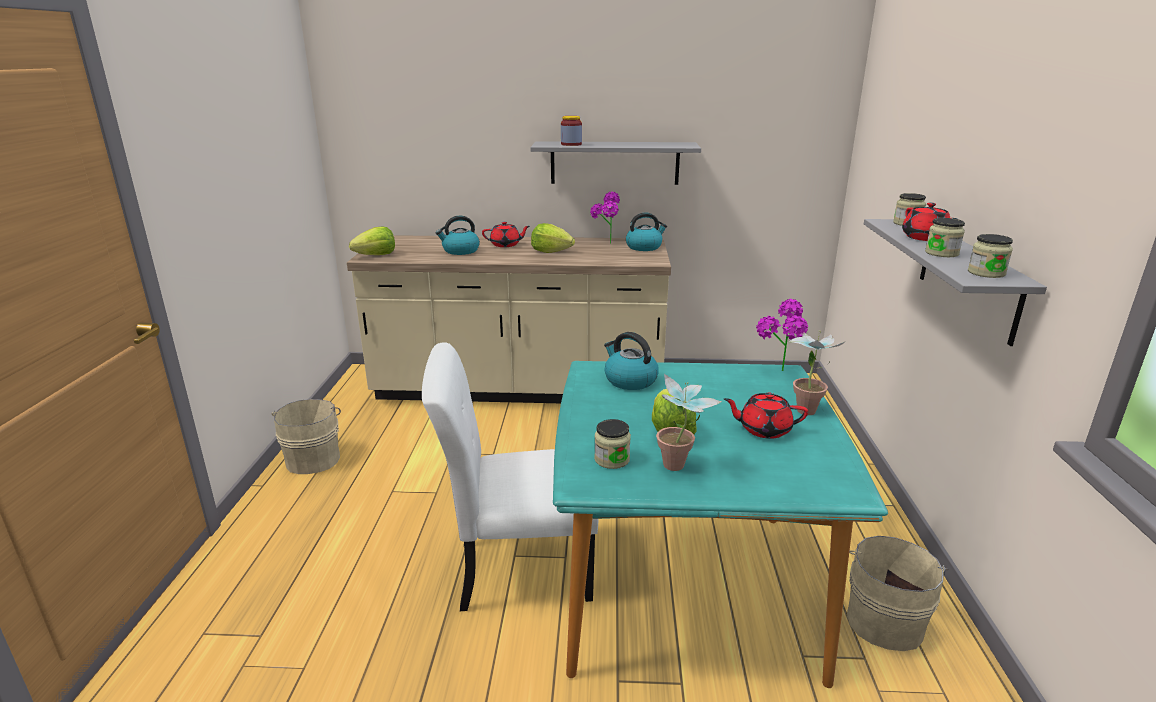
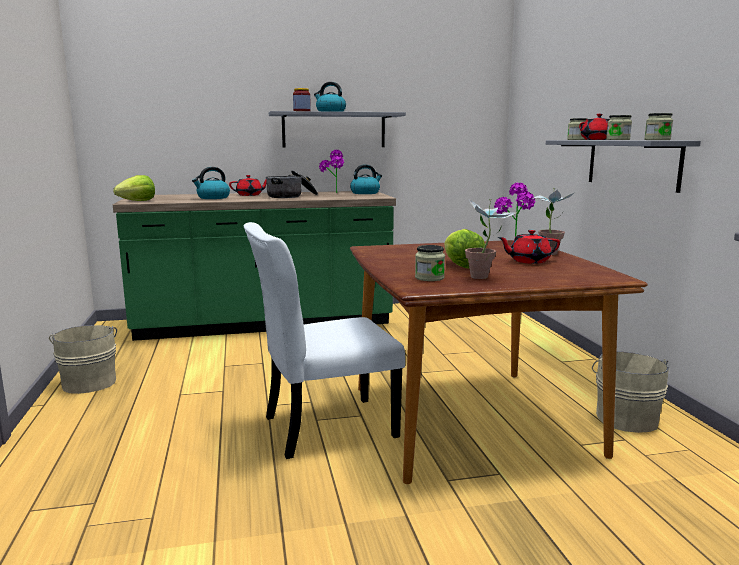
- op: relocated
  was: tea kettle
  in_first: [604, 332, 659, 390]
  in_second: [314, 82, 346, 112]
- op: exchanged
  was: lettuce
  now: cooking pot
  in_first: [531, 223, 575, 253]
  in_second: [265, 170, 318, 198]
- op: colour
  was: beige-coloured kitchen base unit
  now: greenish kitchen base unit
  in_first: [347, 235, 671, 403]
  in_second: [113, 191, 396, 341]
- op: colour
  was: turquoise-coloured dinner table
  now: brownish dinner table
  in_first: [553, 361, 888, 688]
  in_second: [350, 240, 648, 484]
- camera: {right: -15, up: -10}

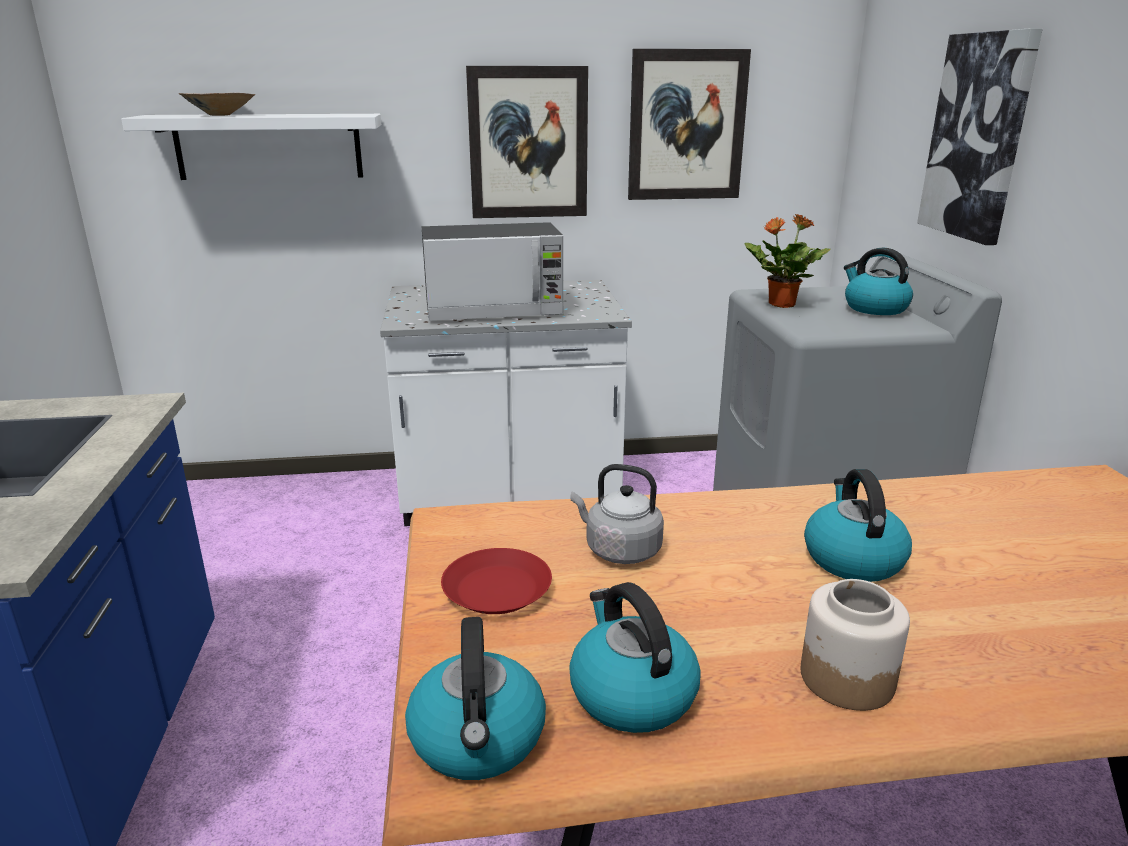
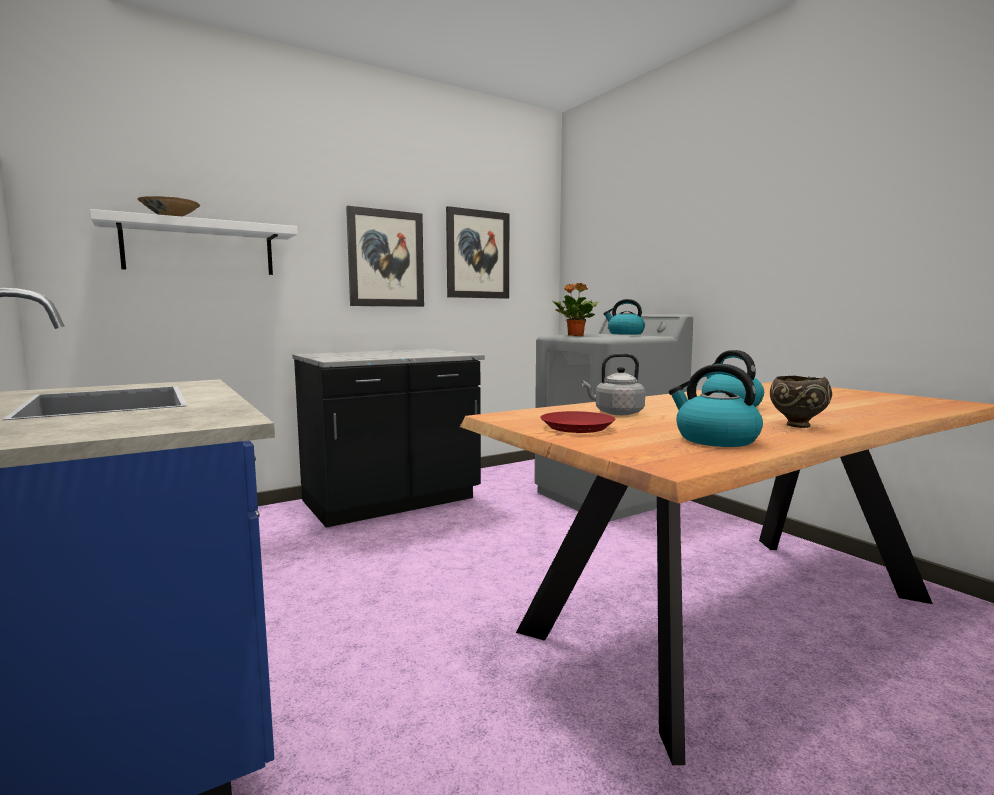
- op: missing
  was: tea kettle
  in_first: [405, 617, 546, 780]
- op: missing
  was: microwave oven
  in_first: [421, 222, 564, 321]
- op: missing
  was: picture
  in_first: [917, 28, 1043, 245]
- op: exchanged
  was: jar
  now: brownish deep dish
  in_first: [801, 579, 910, 711]
  in_second: [770, 376, 832, 428]
- op: colour
  was: whitish kitchen base unit
  now: black-coloured kitchen base unit
  in_first: [380, 280, 632, 526]
  in_second: [292, 349, 485, 528]
- camera: {right: -25, up: -15}

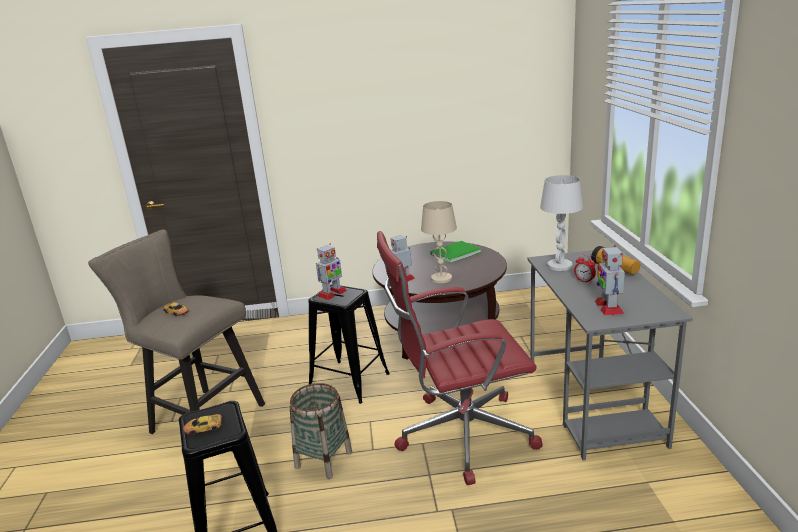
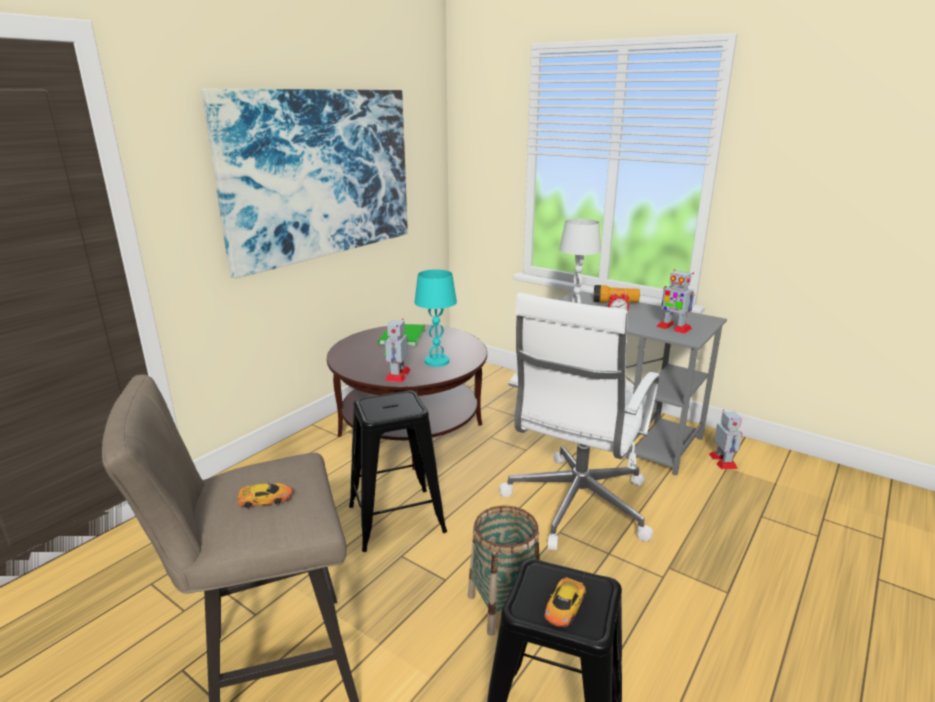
- op: appeared
  now: picture
  in_second: [201, 89, 408, 278]
- op: relocated
  was: model robot
  in_first: [316, 244, 347, 300]
  in_second: [709, 409, 742, 469]
- op: colour
  was: red-coloured desk chair
  now: whitish desk chair
  in_first: [377, 231, 543, 485]
  in_second: [499, 293, 659, 550]
- op: colour
  was: beige-coloured table lamp
  now: turquoise-coloured table lamp
  in_first: [421, 201, 457, 283]
  in_second: [415, 270, 457, 367]
- camera: {right: -50, up: 0}

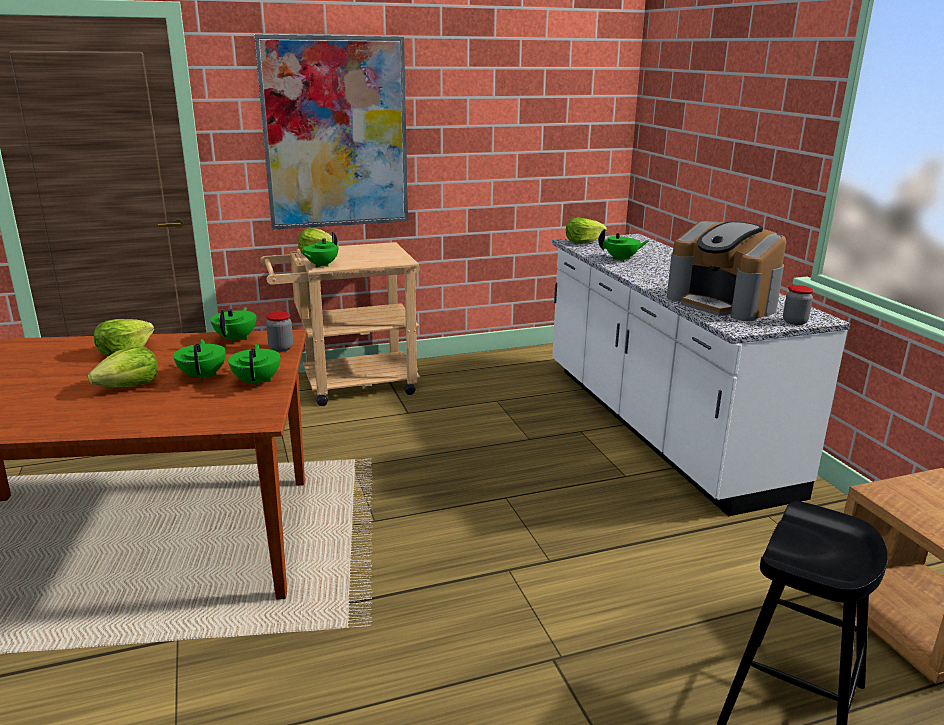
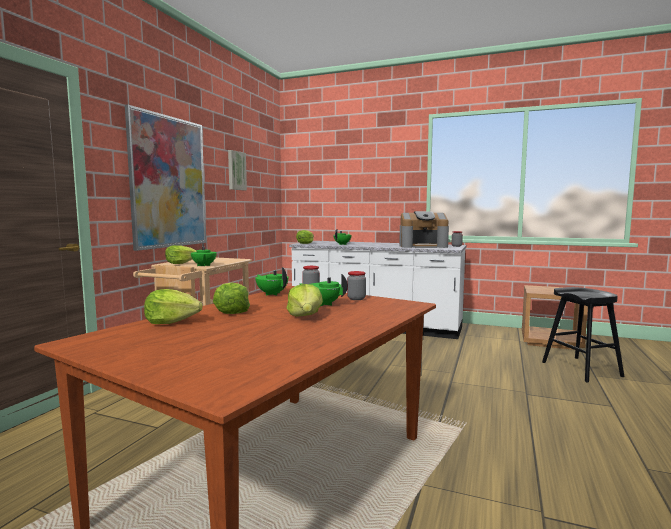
- op: appeared
  now: lettuce
  in_second: [144, 289, 203, 324]
- op: appeared
  now: picture
  in_second: [228, 150, 247, 190]
- op: exchanged
  was: greenish tea pot
  now: jar
  in_first: [228, 344, 280, 387]
  in_second: [347, 271, 366, 300]
- camera: {right: -50, up: -15}

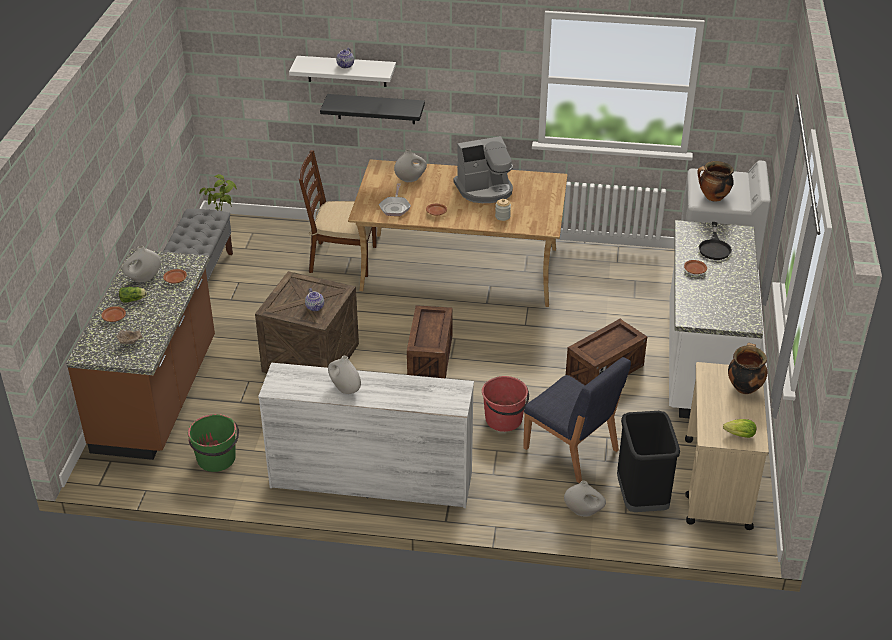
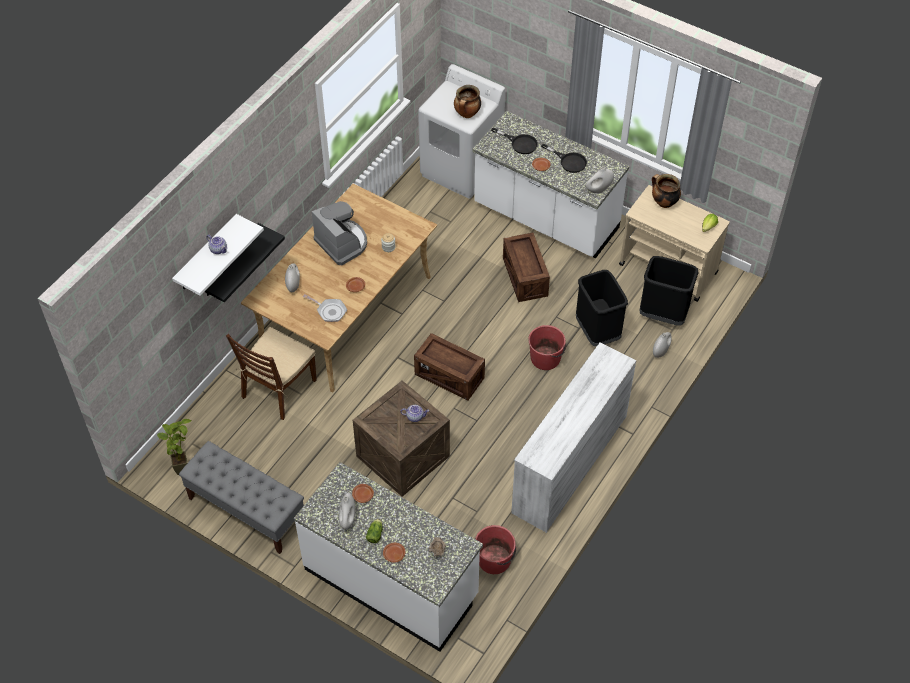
- op: appeared
  now: black-coloured pan
  in_second: [541, 143, 587, 173]
- op: relocated
  was: whitish vase
  in_first: [328, 356, 361, 394]
  in_second: [585, 167, 614, 194]
- op: exchanged
  was: blue-coloured upright chair
  now: black-coloured waste bin
  in_first: [523, 357, 631, 483]
  in_second: [576, 270, 628, 347]
- op: colour
  was: brownish kitchen base unit
  now: whitish kitchen base unit
  in_first: [66, 249, 215, 460]
  in_second: [294, 462, 483, 652]
- op: colour
  was: greenish pail
  now: red-coloured pail
  in_first: [188, 414, 239, 472]
  in_second: [475, 525, 516, 574]
- op: spun
  was: coffee brewer
  in_first: [454, 136, 513, 203]
  in_second: [312, 201, 367, 265]
  clockwise: -45
- camera: {right: -65, up: 15}

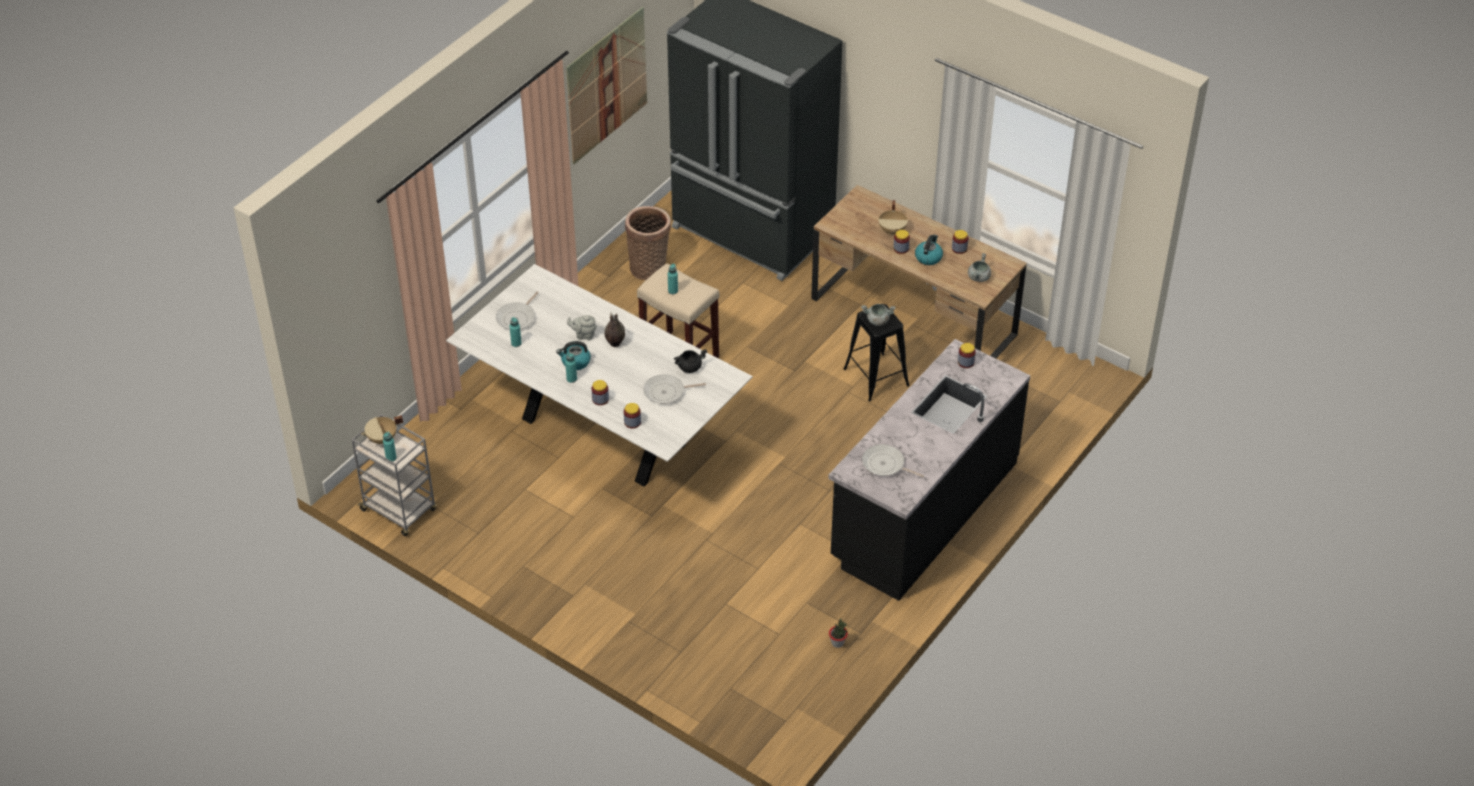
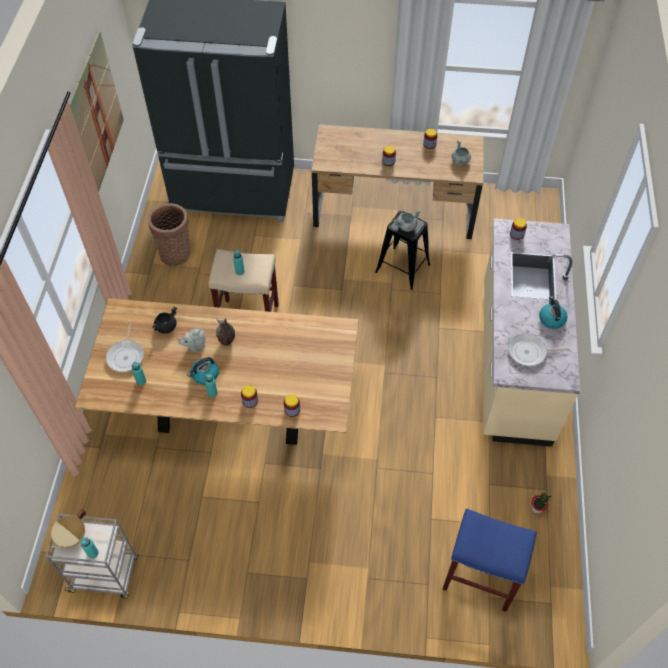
- op: missing
  was: pan
  in_first: [644, 374, 706, 404]
- op: missing
  was: beige-coloured cooking pot
  in_first: [878, 200, 908, 235]
- op: appeared
  now: blue-coloured stool
  in_second: [442, 509, 537, 612]
- op: relocated
  was: black-coloured cooking pot
  in_first: [673, 349, 707, 373]
  in_second: [152, 306, 177, 334]
- op: relocated
  was: tea kettle
  in_first: [915, 235, 943, 265]
  in_second: [539, 296, 567, 329]
- op: colour
  was: whitish dinner table
  now: brownish dinner table
  in_first: [446, 264, 753, 486]
  in_second: [75, 298, 359, 445]
- op: colour
  was: black-coloured kitchen base unit
  now: beige-coloured kitchen base unit
  in_first: [828, 339, 1030, 601]
  in_second: [483, 218, 580, 447]
- camera: {right: -30, up: 10}

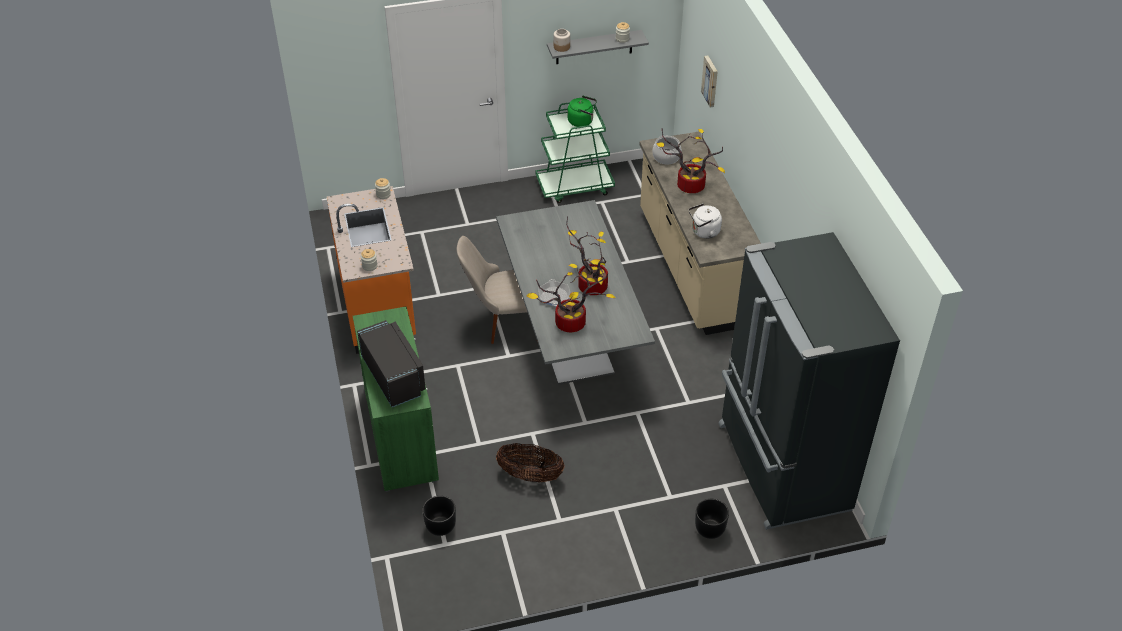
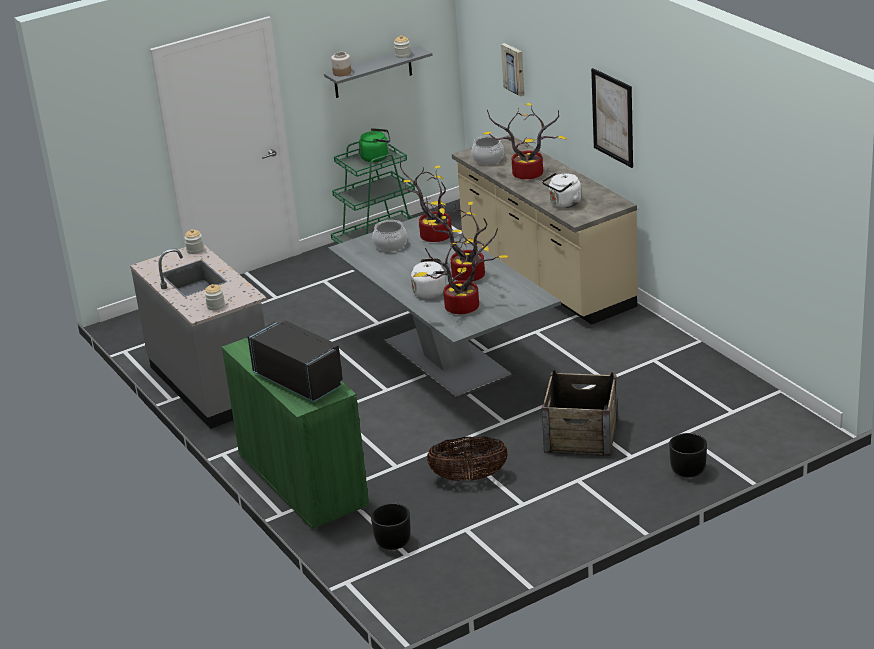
- op: missing
  was: beige-coloured upright chair
  in_first: [457, 236, 538, 344]
- op: missing
  was: black-coloured fridge
  in_first: [719, 232, 900, 530]
- op: appeared
  now: cooking pot
  in_second: [373, 220, 407, 252]
- op: appeared
  now: houseplant
  in_second: [400, 157, 452, 242]
- op: appeared
  now: crate
  in_second: [542, 370, 618, 456]
- op: appeared
  now: picture
  in_second: [591, 68, 633, 168]
- op: exchanged
  was: pan
  now: whitish tea kettle
  in_first: [538, 279, 570, 307]
  in_second: [411, 258, 451, 299]
- op: colour
  was: orange kitchen base unit
  now: gray kitchen base unit
  in_first: [327, 186, 416, 354]
  in_second: [130, 244, 267, 429]
- camera: {right: -15, up: -15}

